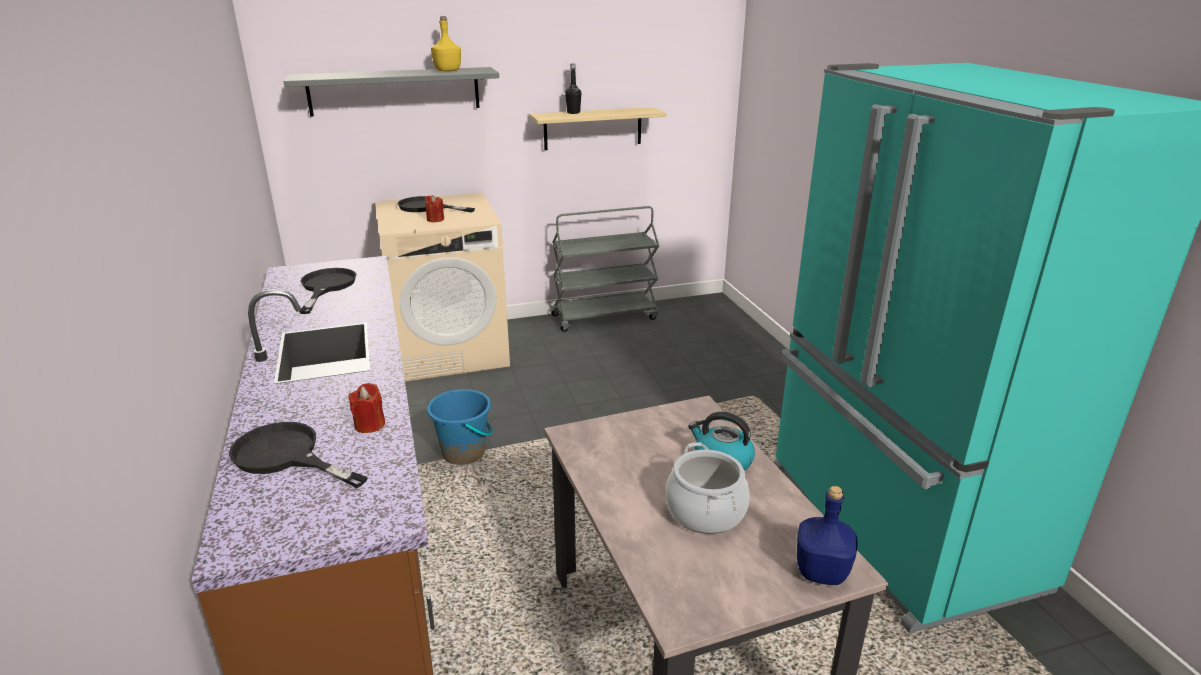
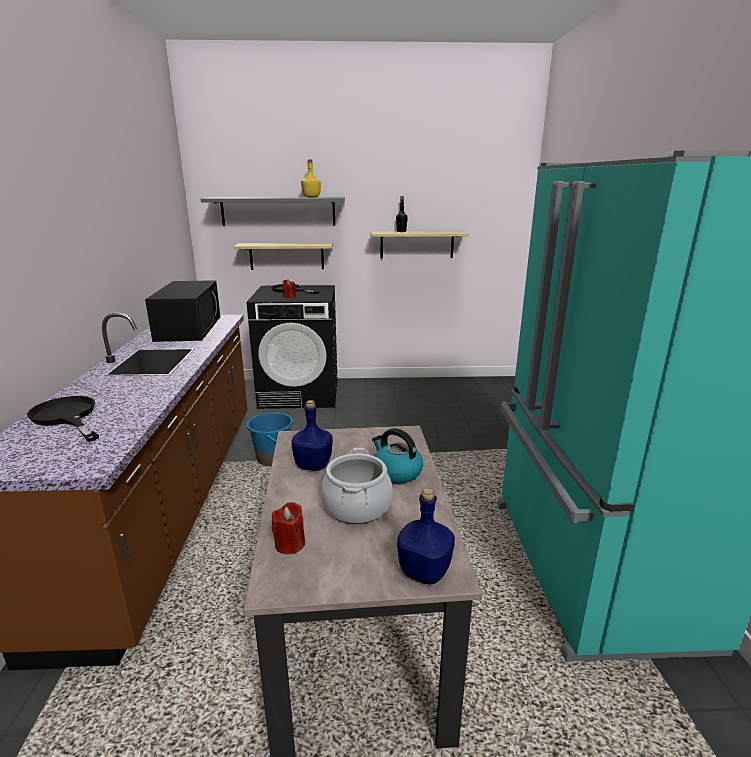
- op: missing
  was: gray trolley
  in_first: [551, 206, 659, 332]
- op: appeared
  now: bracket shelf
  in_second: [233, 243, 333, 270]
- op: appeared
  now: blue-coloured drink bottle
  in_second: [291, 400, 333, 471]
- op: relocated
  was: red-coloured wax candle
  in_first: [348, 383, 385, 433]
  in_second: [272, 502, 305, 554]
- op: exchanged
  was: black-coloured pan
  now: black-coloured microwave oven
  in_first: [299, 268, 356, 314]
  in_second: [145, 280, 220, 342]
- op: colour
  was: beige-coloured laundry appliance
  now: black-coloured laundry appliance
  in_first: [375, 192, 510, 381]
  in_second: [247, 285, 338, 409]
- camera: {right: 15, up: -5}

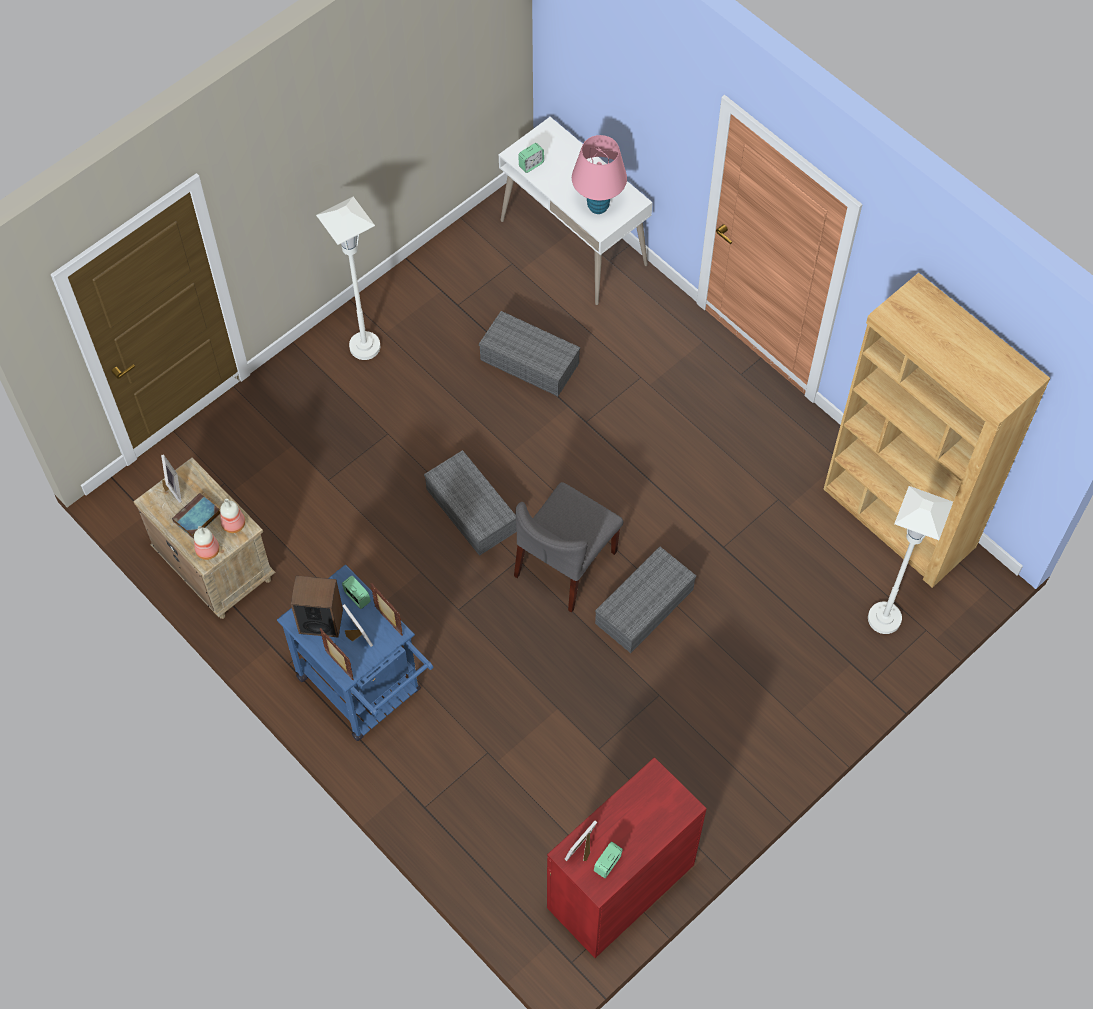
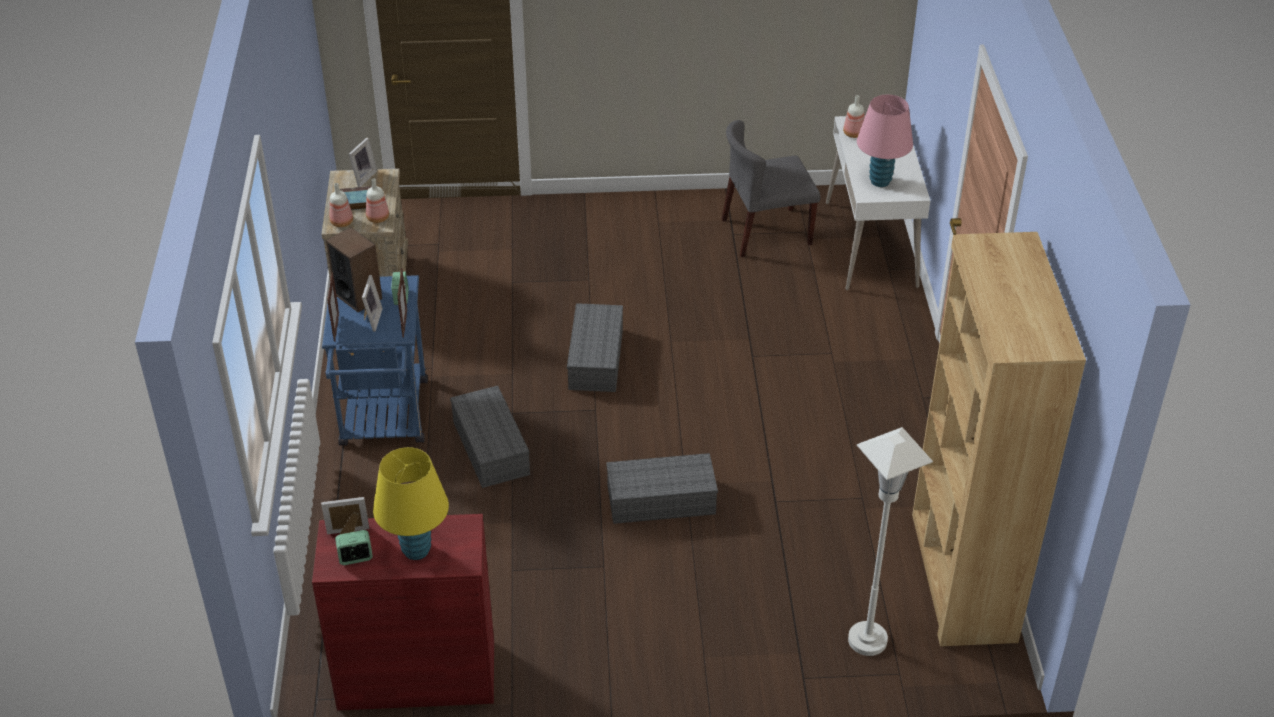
- op: missing
  was: whitish floor lamp
  in_first: [316, 196, 380, 360]
- op: appeared
  now: yellowish table lamp
  in_second: [373, 447, 449, 560]
- op: relocated
  was: gray storage container
  in_first: [479, 311, 580, 396]
  in_second: [450, 386, 530, 488]
- op: relocated
  was: gray upright chair
  in_first: [514, 482, 623, 612]
  in_second: [722, 120, 820, 257]
- op: exchanged
  was: alarm clock
  now: drink bottle
  in_first: [518, 143, 544, 173]
  in_second: [843, 95, 865, 138]
- camera: {right: 40, up: -20}

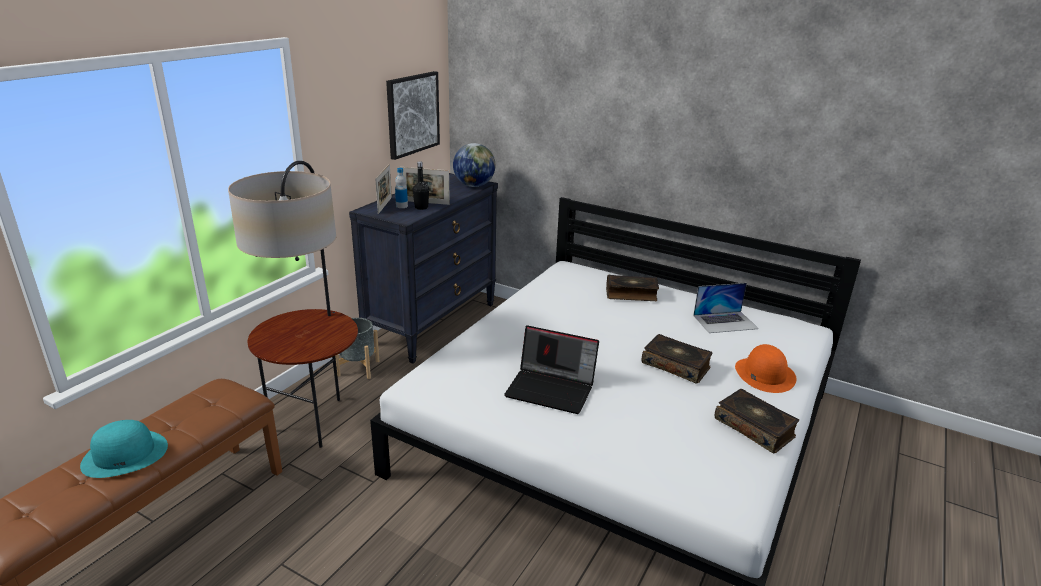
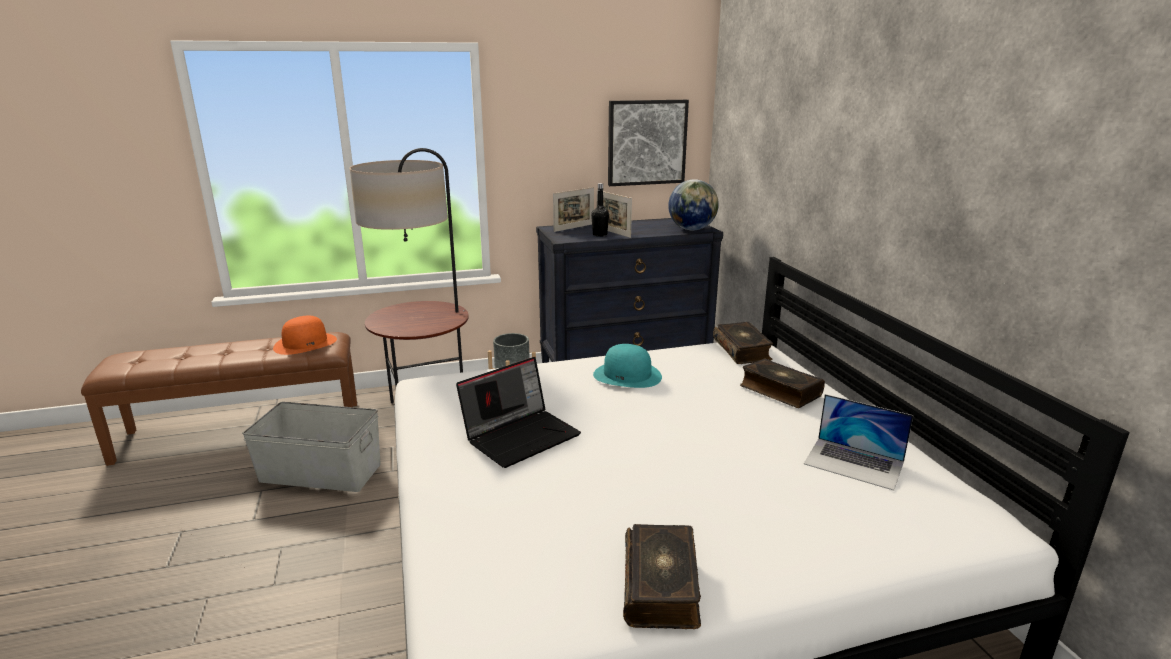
- op: missing
  was: drink bottle
  in_first: [395, 168, 408, 208]
- op: appeared
  now: gray storage container
  in_second: [242, 402, 381, 492]
- op: relocated
  was: turquoise-coloured wearable hat
  in_first: [80, 420, 168, 478]
  in_second: [593, 344, 662, 388]
- op: relocated
  was: book
  in_first: [642, 334, 713, 384]
  in_second: [713, 322, 773, 364]
- op: relocated
  was: orange wearable hat
  in_first: [735, 344, 796, 393]
  in_second: [273, 316, 337, 355]
- op: spun
  was: portable computer
  in_first: [504, 325, 599, 414]
  in_second: [456, 357, 581, 468]
  clockwise: -105
- camera: {right: 45, up: -5}

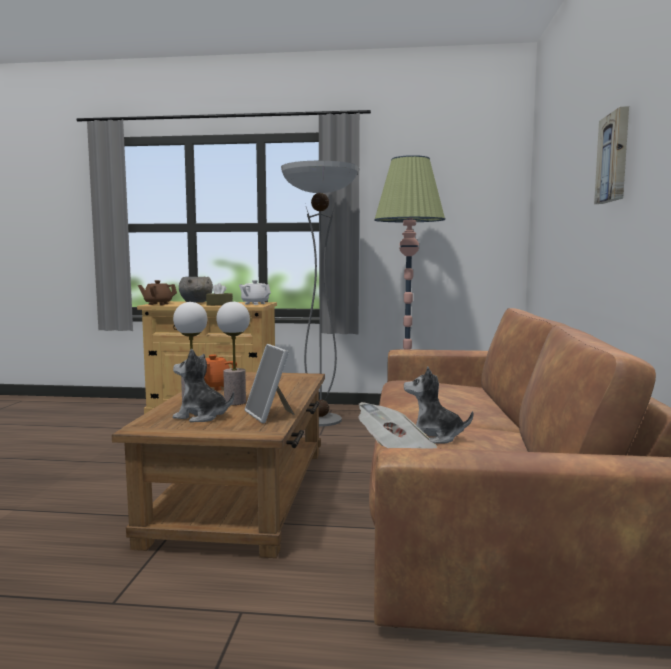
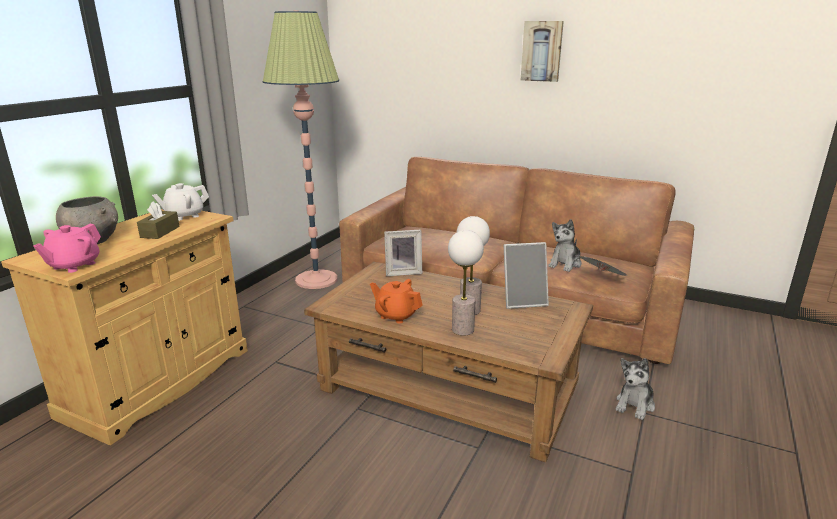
- op: missing
  was: floor lamp
  in_first: [281, 161, 359, 426]
- op: appeared
  now: standing frame
  in_second: [384, 230, 422, 276]
- op: relocated
  was: plush toy
  in_first: [172, 349, 234, 422]
  in_second: [616, 358, 655, 420]
- op: colour
  was: brownish tea pot
  now: pink-coloured tea pot
  in_first: [138, 280, 177, 305]
  in_second: [33, 224, 101, 273]
- camera: {right: -70, up: 15}

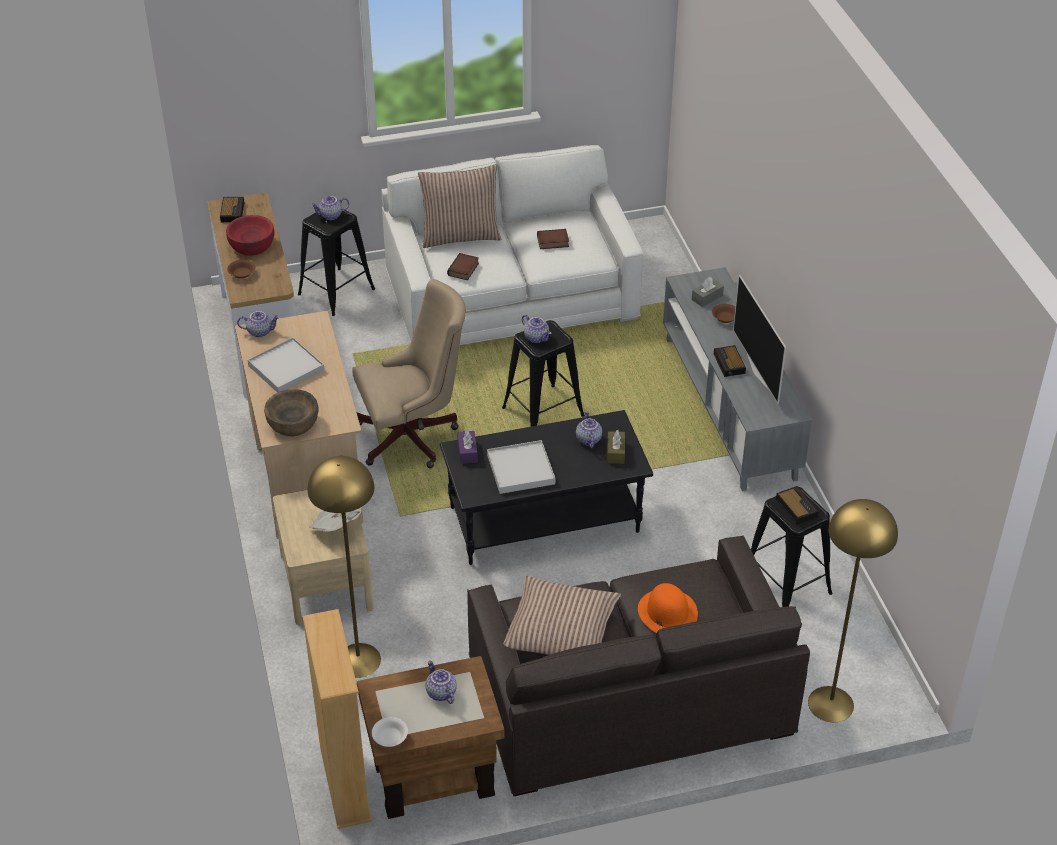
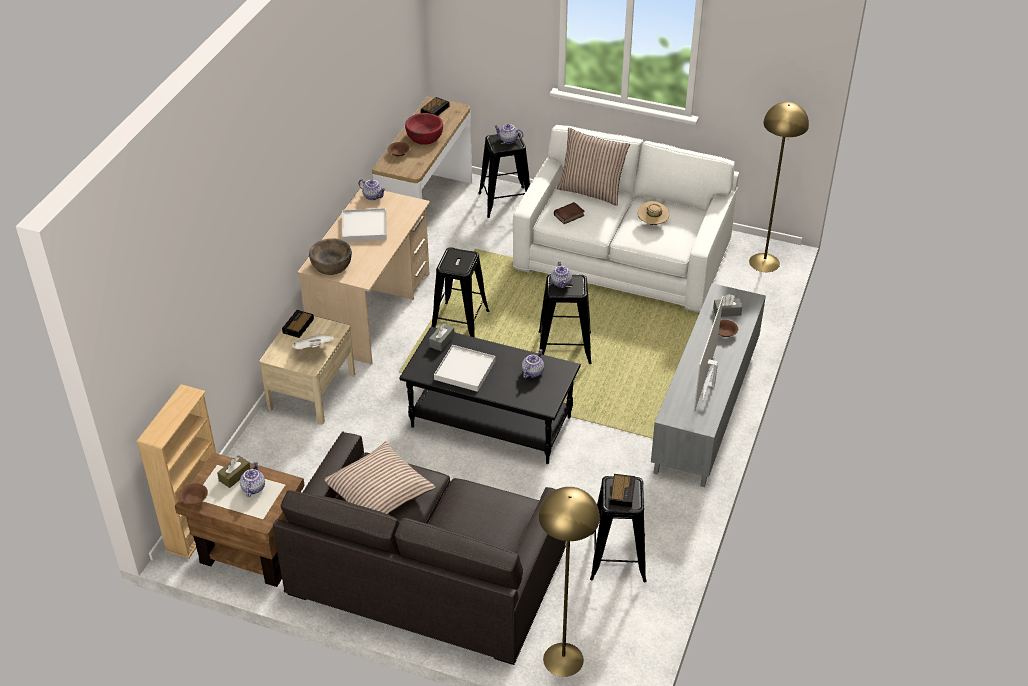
- op: missing
  was: orange wearable hat
  in_first: [638, 583, 698, 633]
- op: relocated
  was: yellowish floor lamp
  in_first: [308, 456, 381, 678]
  in_second: [749, 102, 809, 272]
- op: relocated
  was: brownish tissue holder
  in_first: [607, 430, 625, 464]
  in_second: [217, 455, 251, 488]
- op: relocated
  was: alarm clock
  in_first: [714, 345, 746, 377]
  in_second: [282, 310, 314, 338]
- op: exchanged
  was: beige-coloured desk chair
  now: black-coloured stool
  in_first: [352, 279, 466, 468]
  in_second: [432, 247, 489, 337]
- op: exchanged
  was: book
  now: beige-coloured wearable hat
  in_first: [537, 229, 569, 249]
  in_second: [638, 201, 669, 225]
- op: colour
  was: whitish deep dish
  now: brownish deep dish
  in_first: [372, 717, 408, 747]
  in_second: [179, 483, 208, 505]
- op: colour
  was: purplish tissue holder
  now: gray tissue holder
  in_first: [457, 430, 478, 464]
  in_second: [429, 323, 455, 351]
- camera: {right: 35, up: 0}

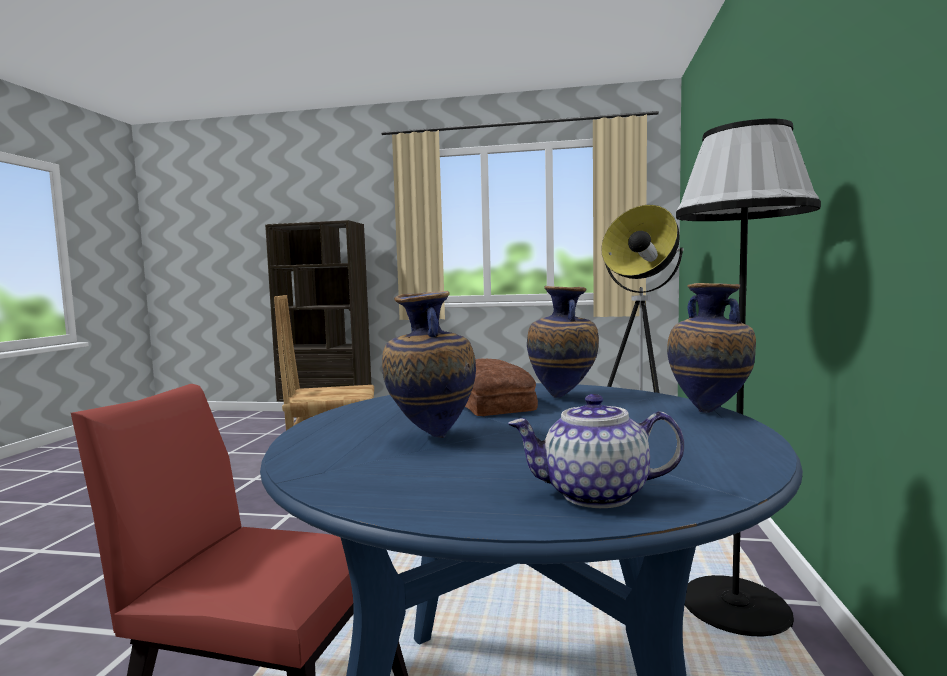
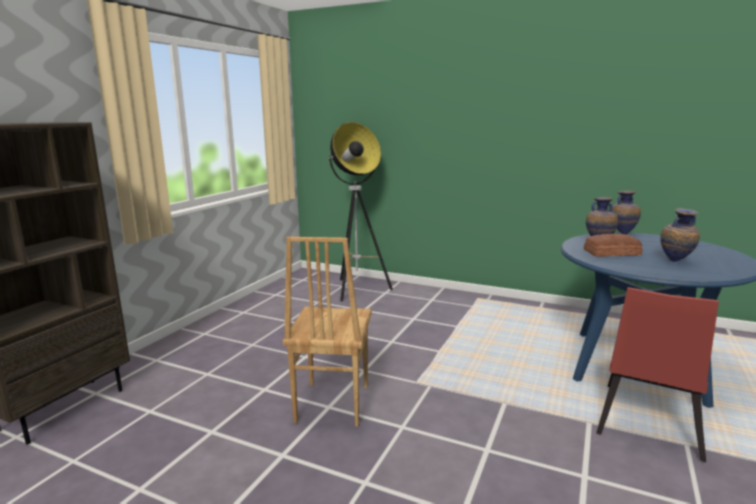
- op: missing
  was: tea pot
  in_first: [508, 394, 684, 508]
- op: missing
  was: black-coloured floor lamp
  in_first: [676, 119, 821, 636]
- camera: {right: -75, up: 10}

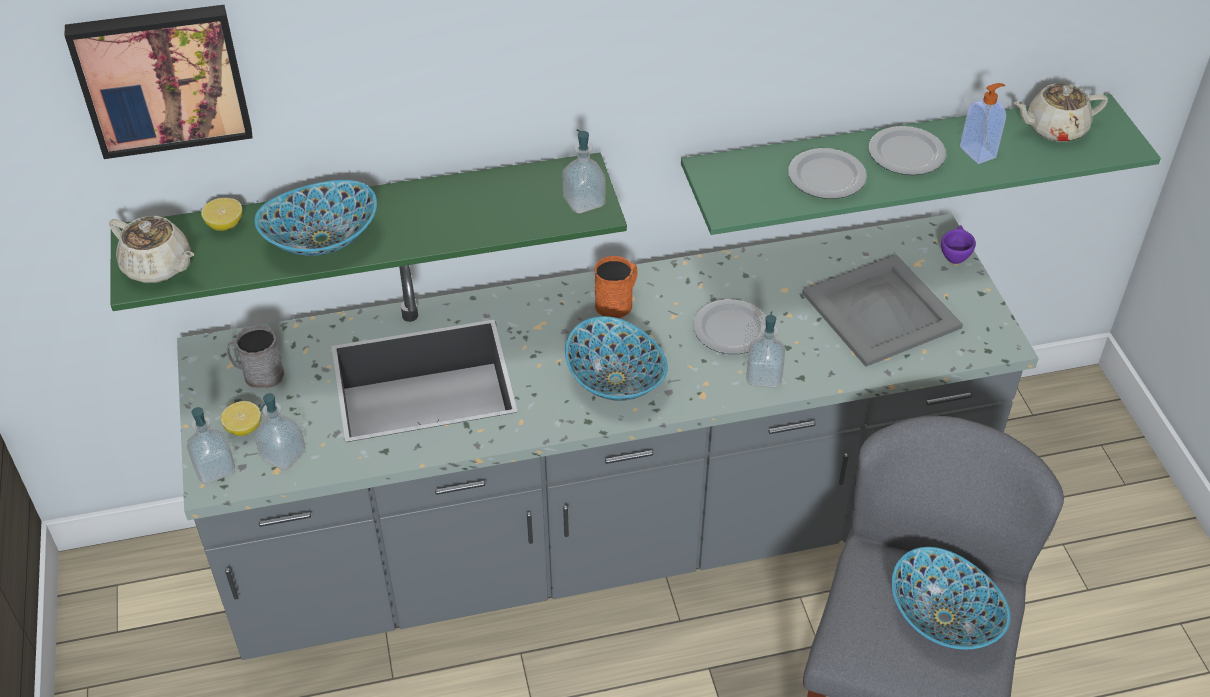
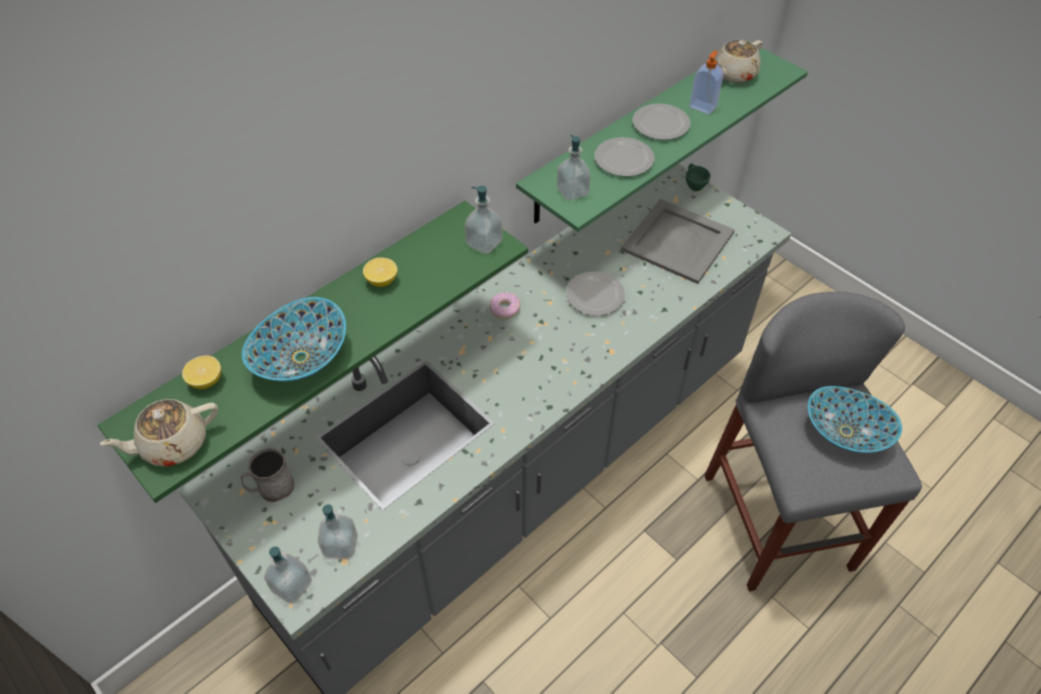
- op: missing
  was: picture
  in_first: [64, 5, 253, 159]
- op: missing
  was: deep dish
  in_first: [565, 316, 668, 401]
- op: relocated
  was: whole lemon
  in_first: [221, 401, 261, 436]
  in_second: [363, 258, 398, 287]
- op: relocated
  was: soap bottle
  in_first: [746, 312, 785, 388]
  in_second: [557, 135, 590, 200]
- op: exchanged
  was: orange coffee mug
  now: donut
  in_first: [595, 256, 637, 318]
  in_second: [489, 292, 521, 319]
- op: colour
  was: purplish cup
  now: greenish cup
  in_first: [941, 225, 976, 264]
  in_second: [686, 163, 711, 191]
- op: spun
  was: beige-coloured tea pot
  in_first: [109, 216, 194, 283]
  in_second: [100, 399, 218, 467]
  clockwise: 150
- camera: {right: -30, up: 5}

